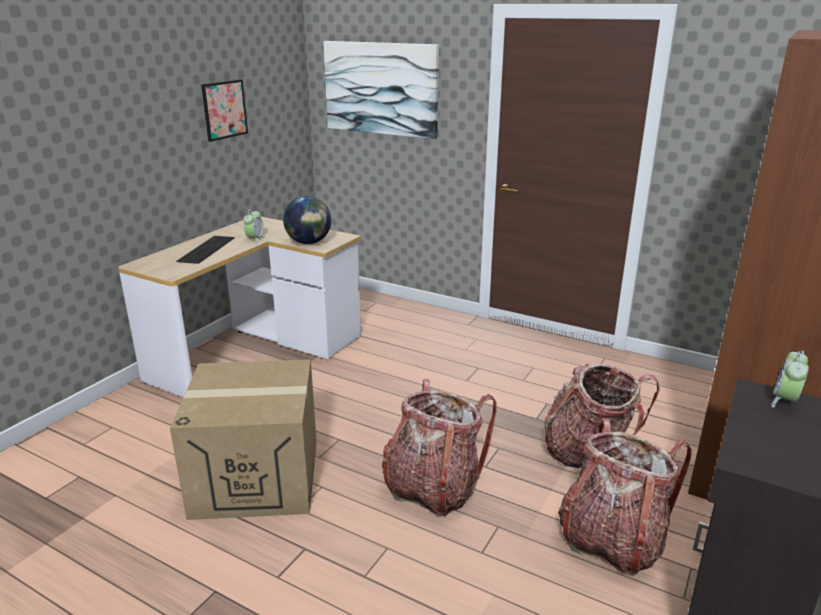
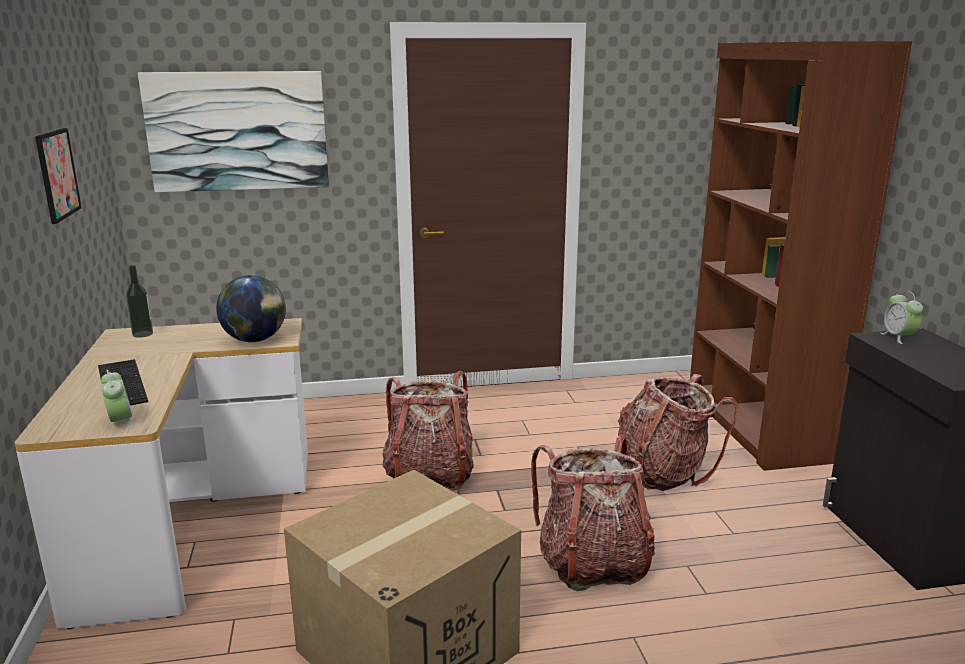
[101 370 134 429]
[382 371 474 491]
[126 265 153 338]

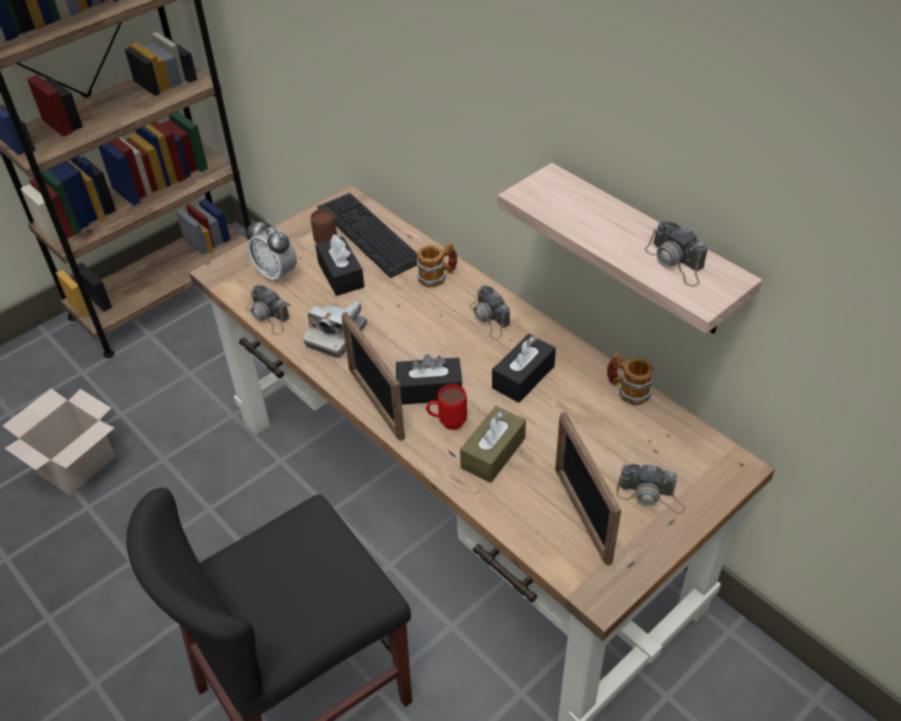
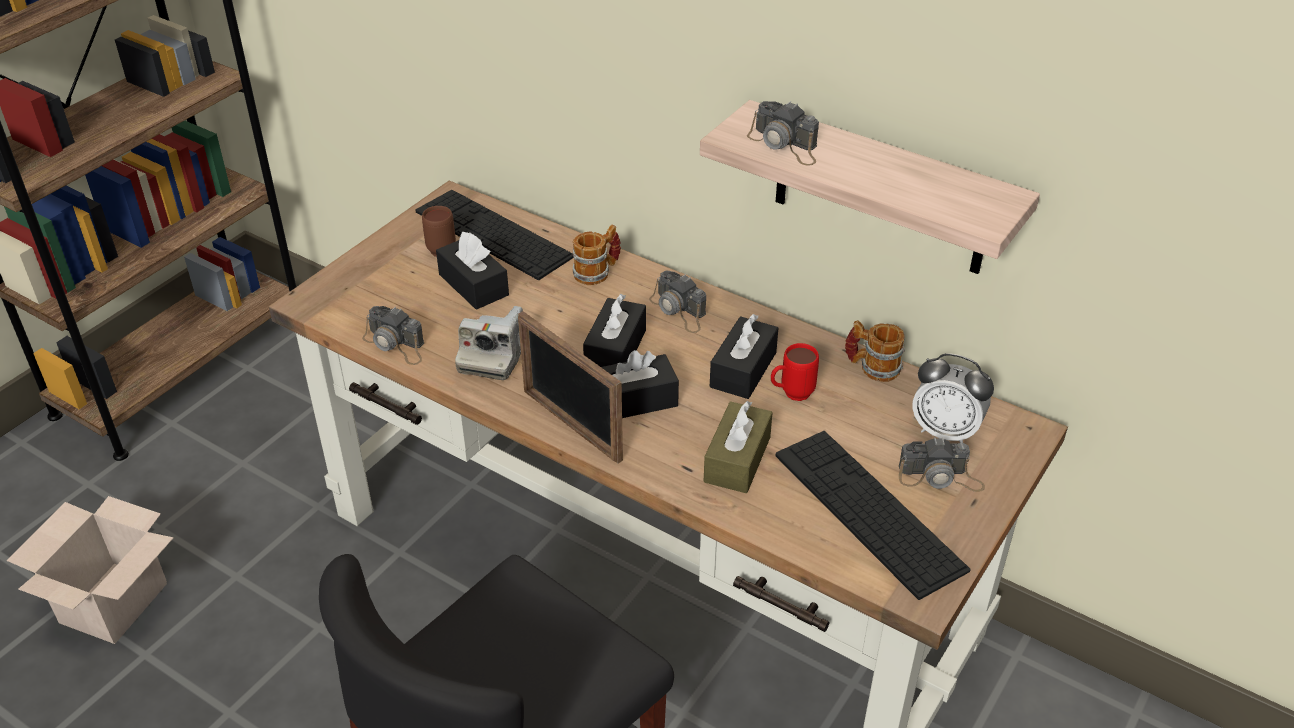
[912 353 994 443]
[771 343 819 401]
[776 431 971 600]
[747 101 819 166]
[583 294 646 367]

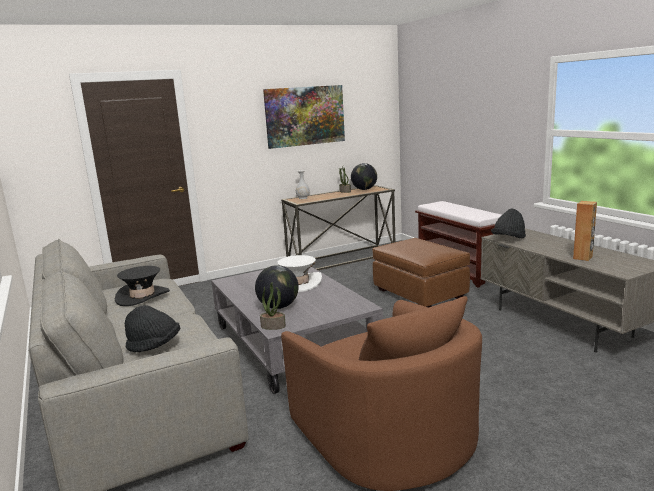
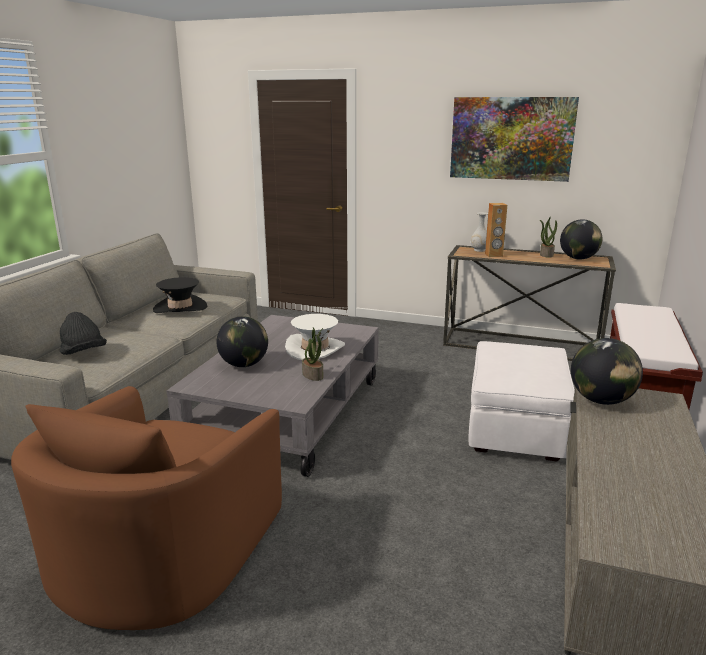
[302 327 323 381]
[468 341 575 462]
[571 338 643 405]
[485 203 507 257]

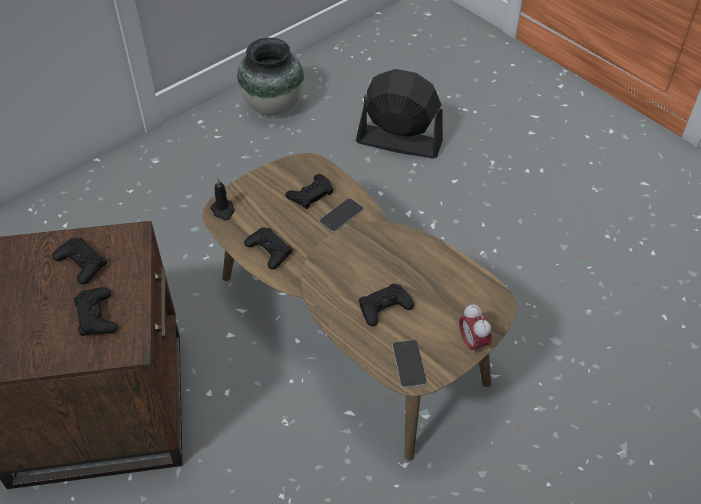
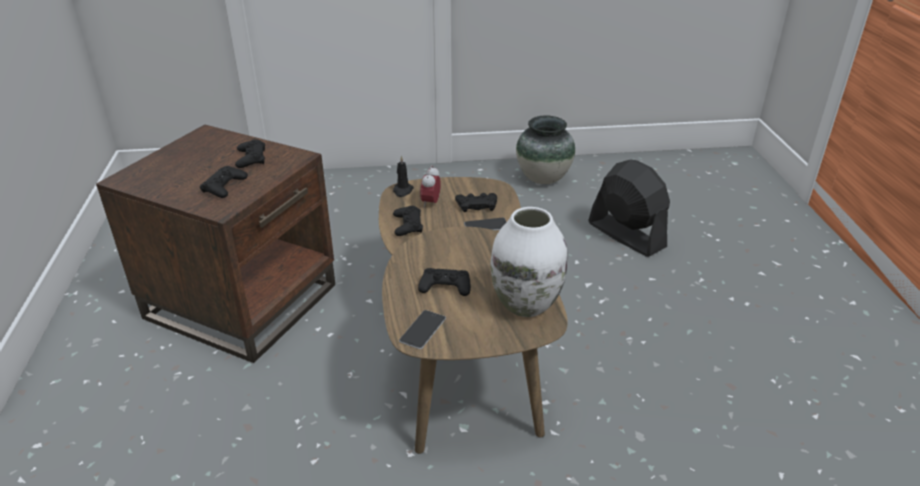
[420 165 441 208]
[491 207 567 317]

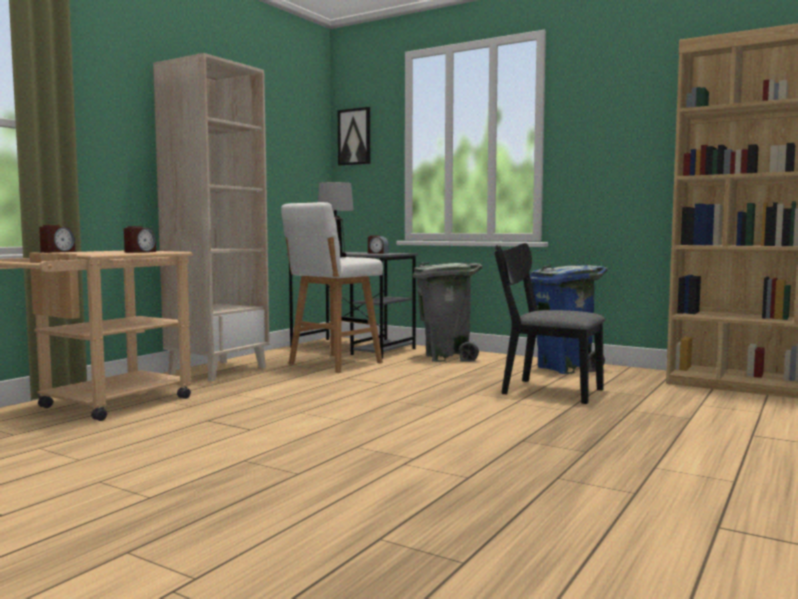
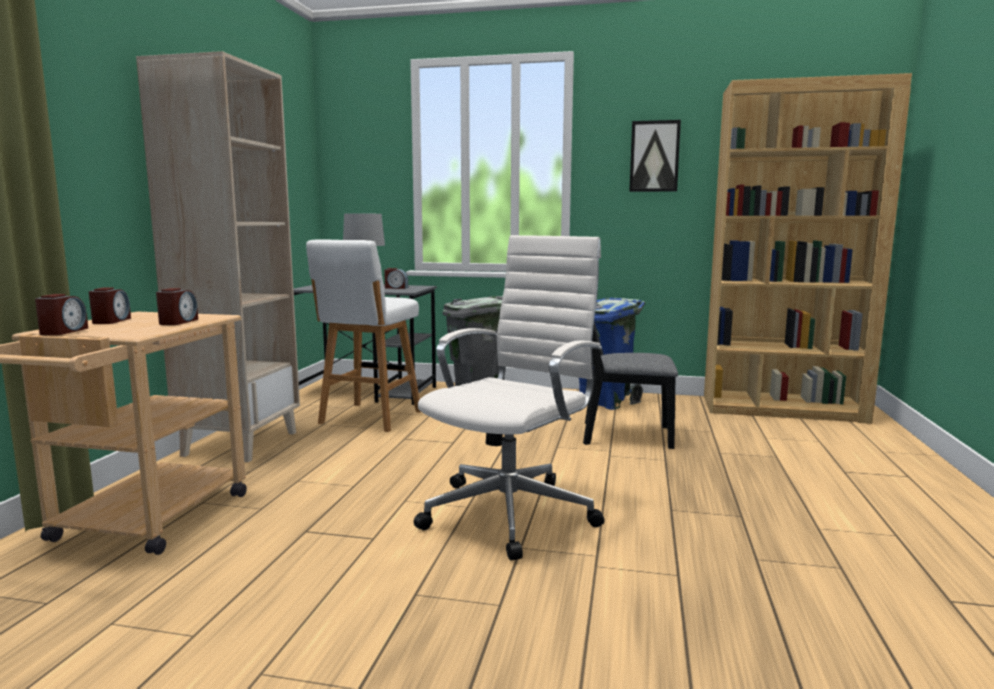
[629 120 681 192]
[89 288 131 324]
[414 235 605 560]

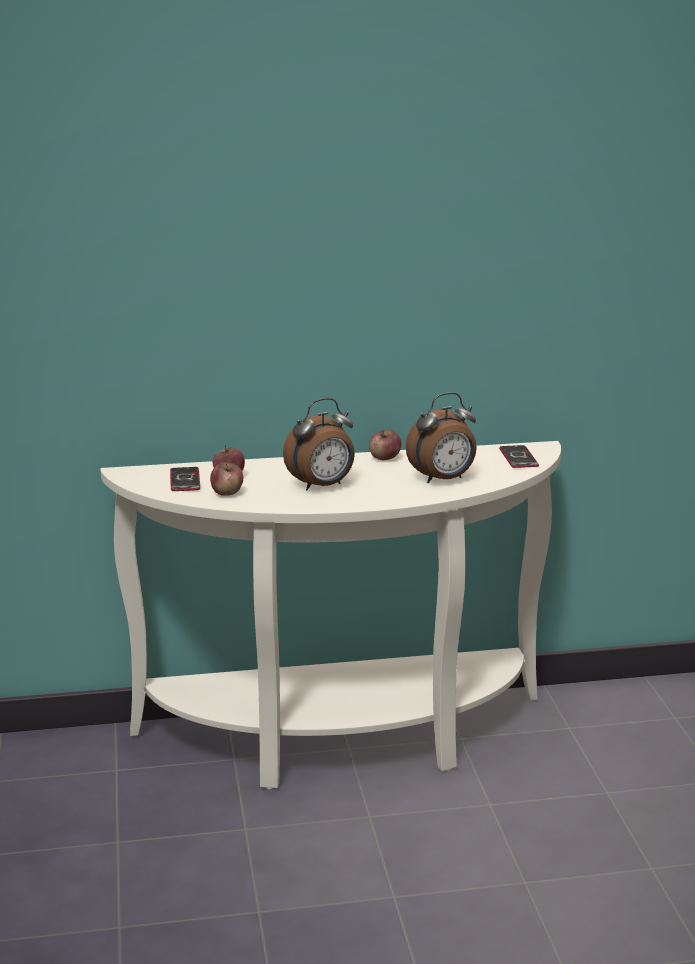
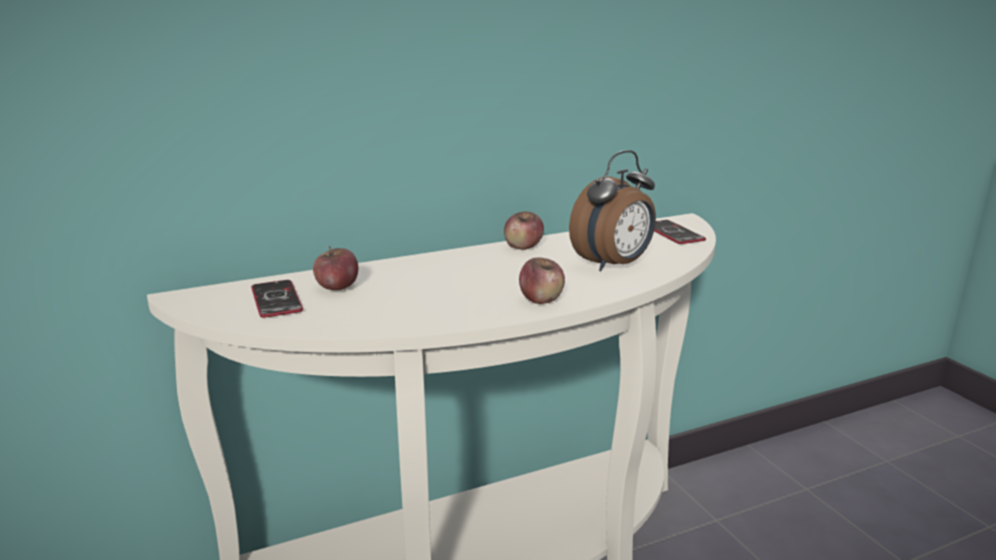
[519 258 565 304]
[283 398 355 490] (first image)

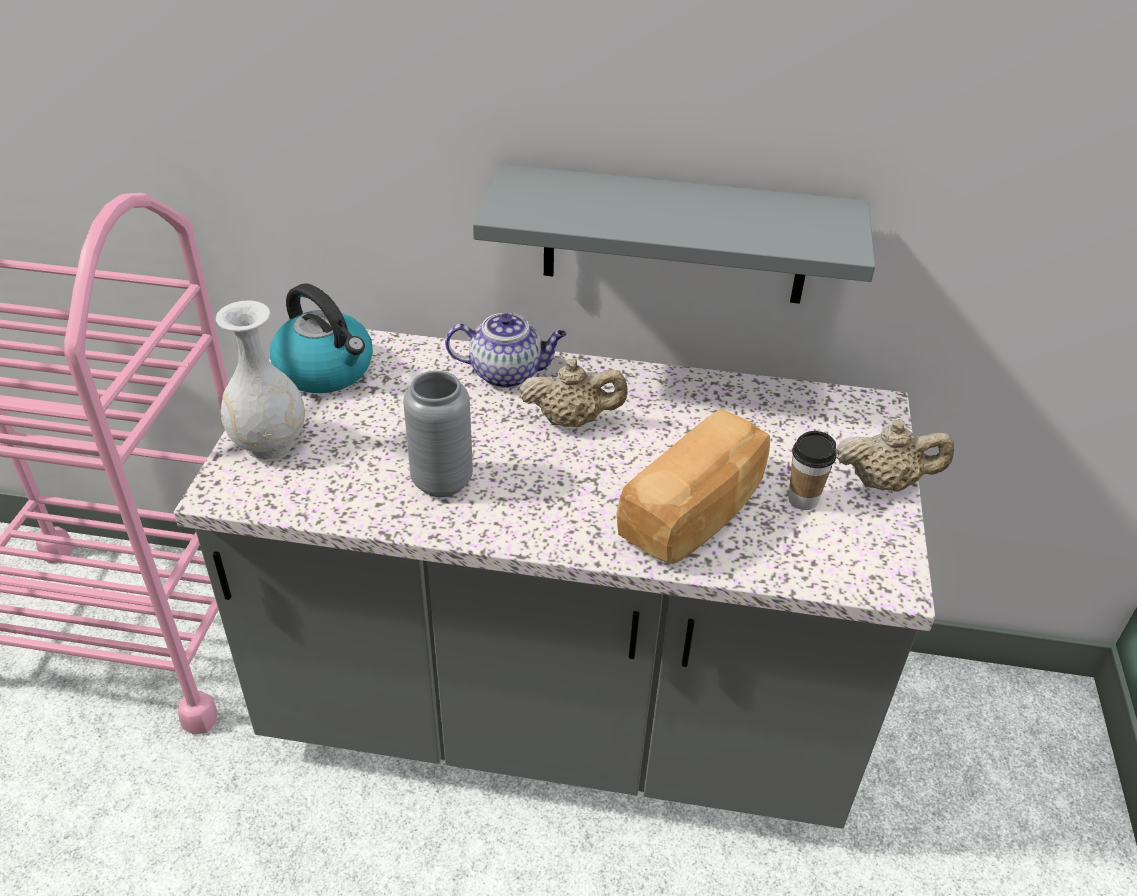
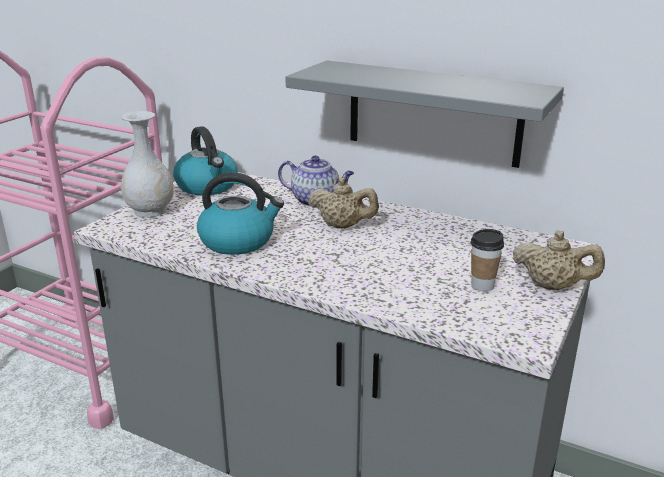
[197 173 284 255]
[616 409 770 564] (first image)

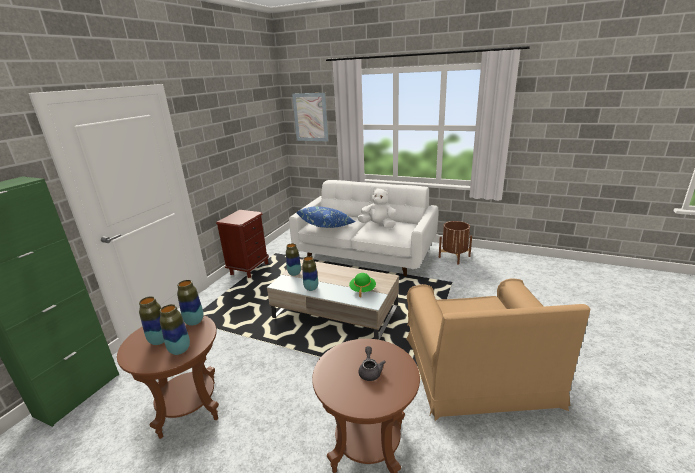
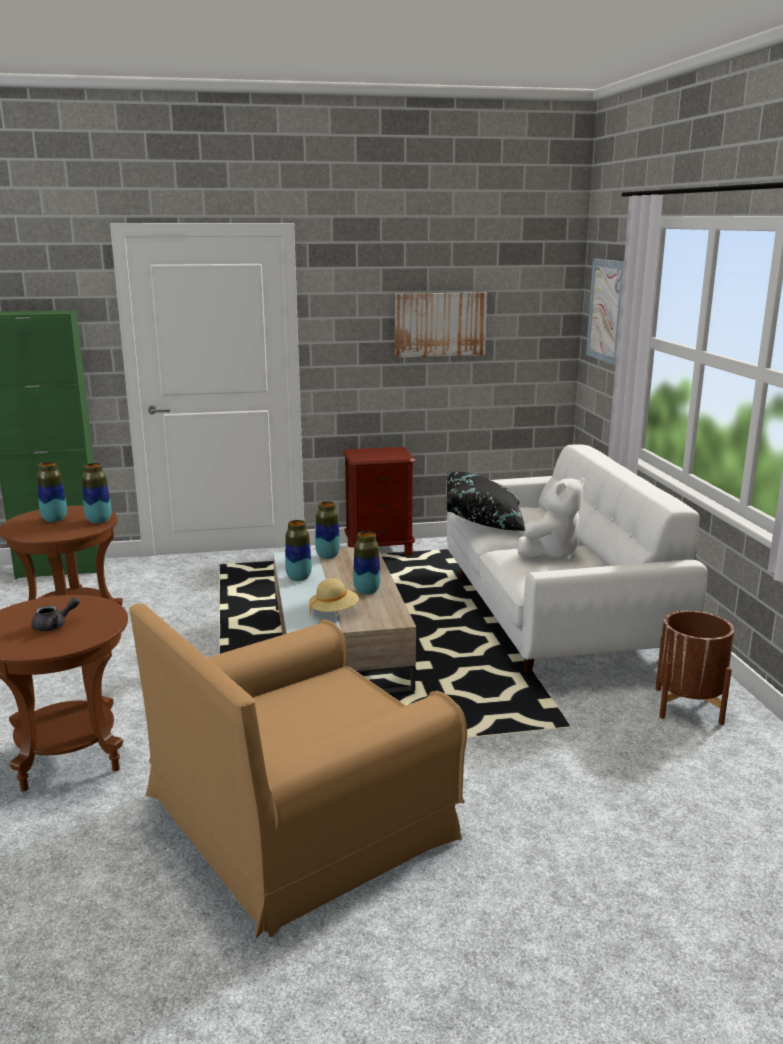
[353 531 381 595]
[447 472 525 531]
[309 578 359 615]
[517 477 585 560]
[395 292 487 357]

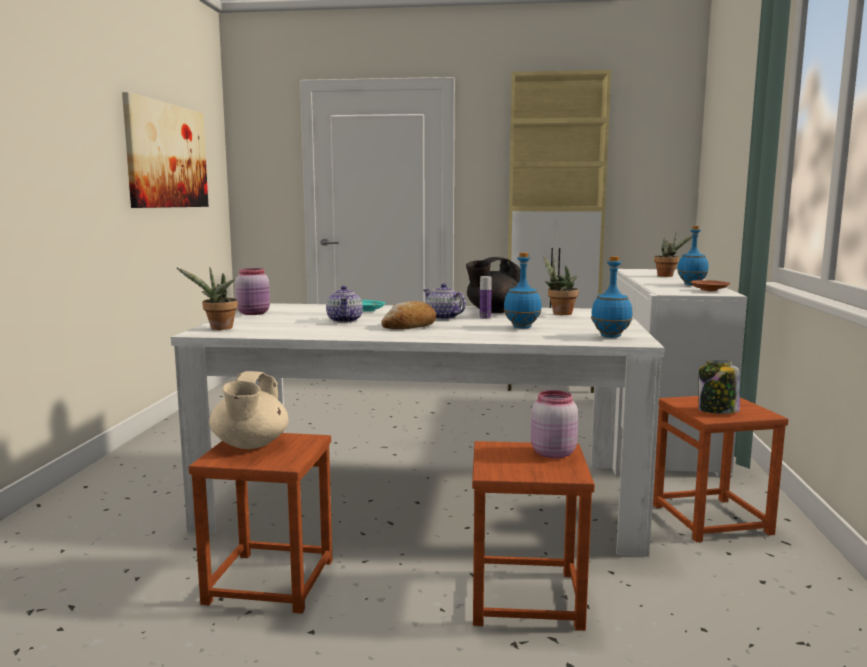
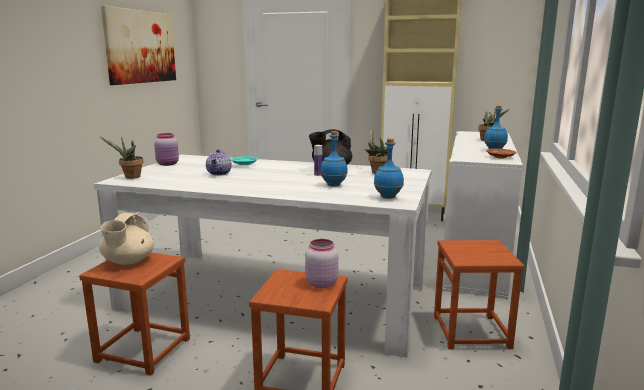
[381 301 436 329] (first image)
[423 283 466 320] (first image)
[699 360 740 414] (first image)

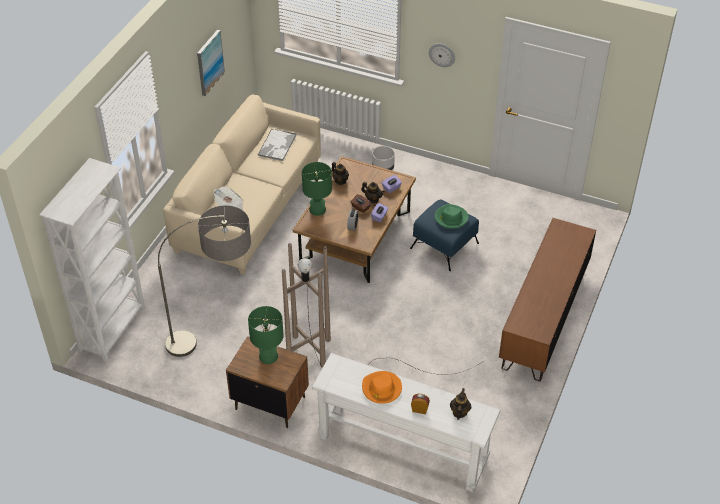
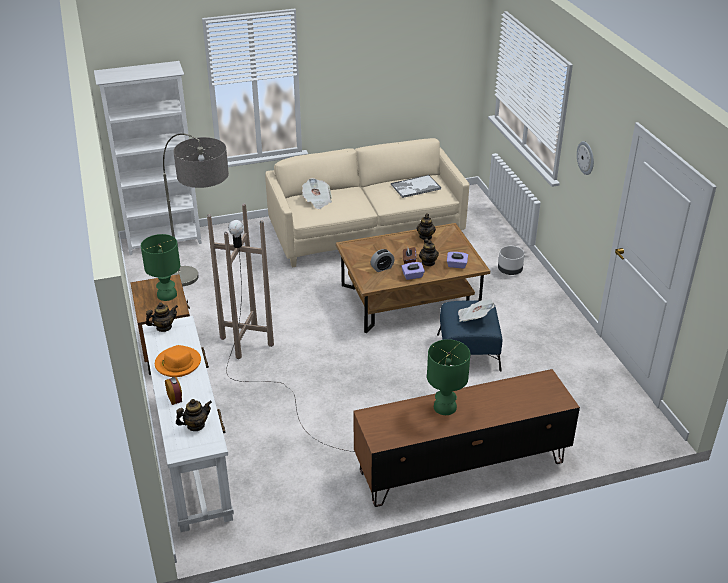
[197 30 225 96] (first image)
[427 339 470 415]
[458 299 495 322]
[146 302 178 332]

